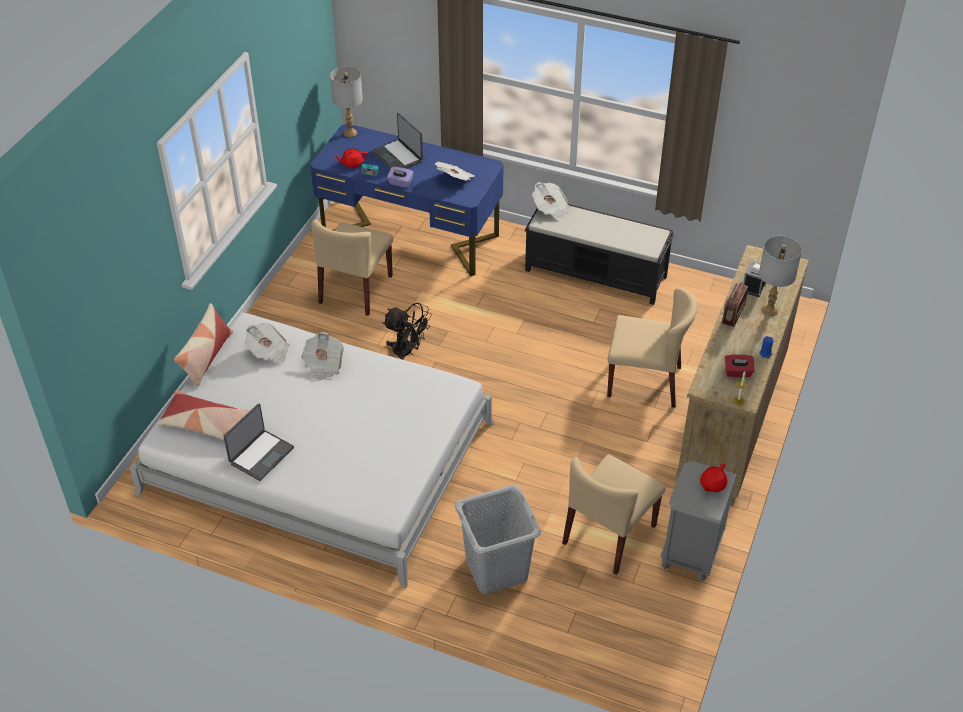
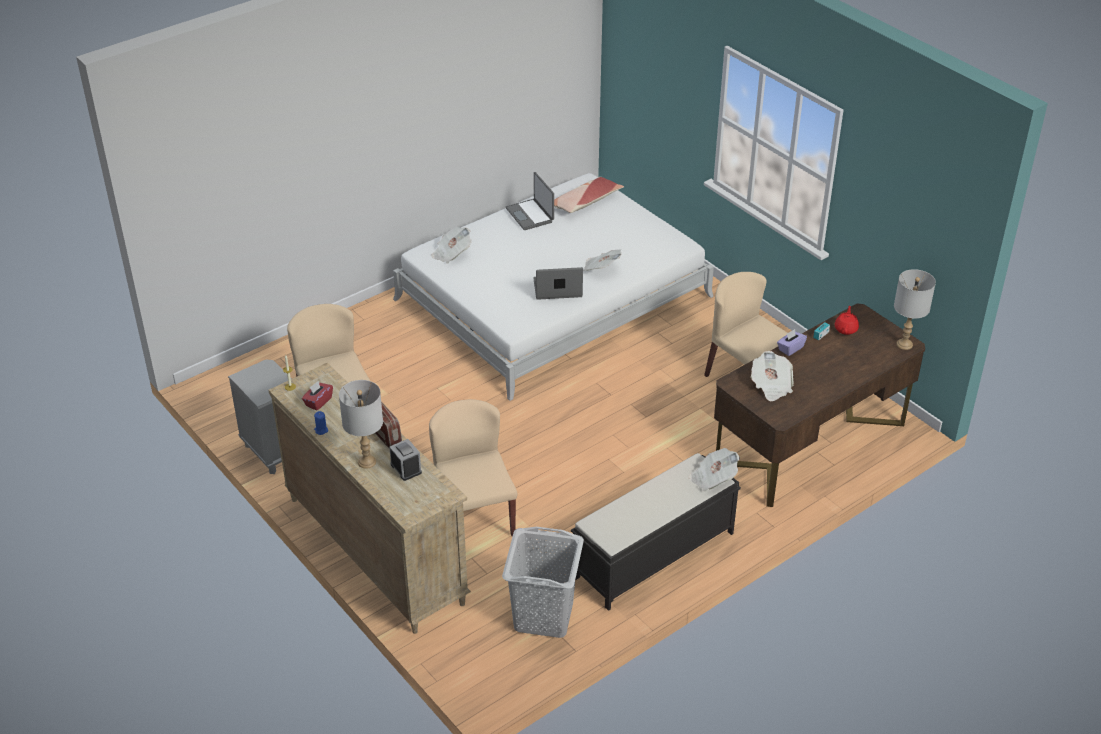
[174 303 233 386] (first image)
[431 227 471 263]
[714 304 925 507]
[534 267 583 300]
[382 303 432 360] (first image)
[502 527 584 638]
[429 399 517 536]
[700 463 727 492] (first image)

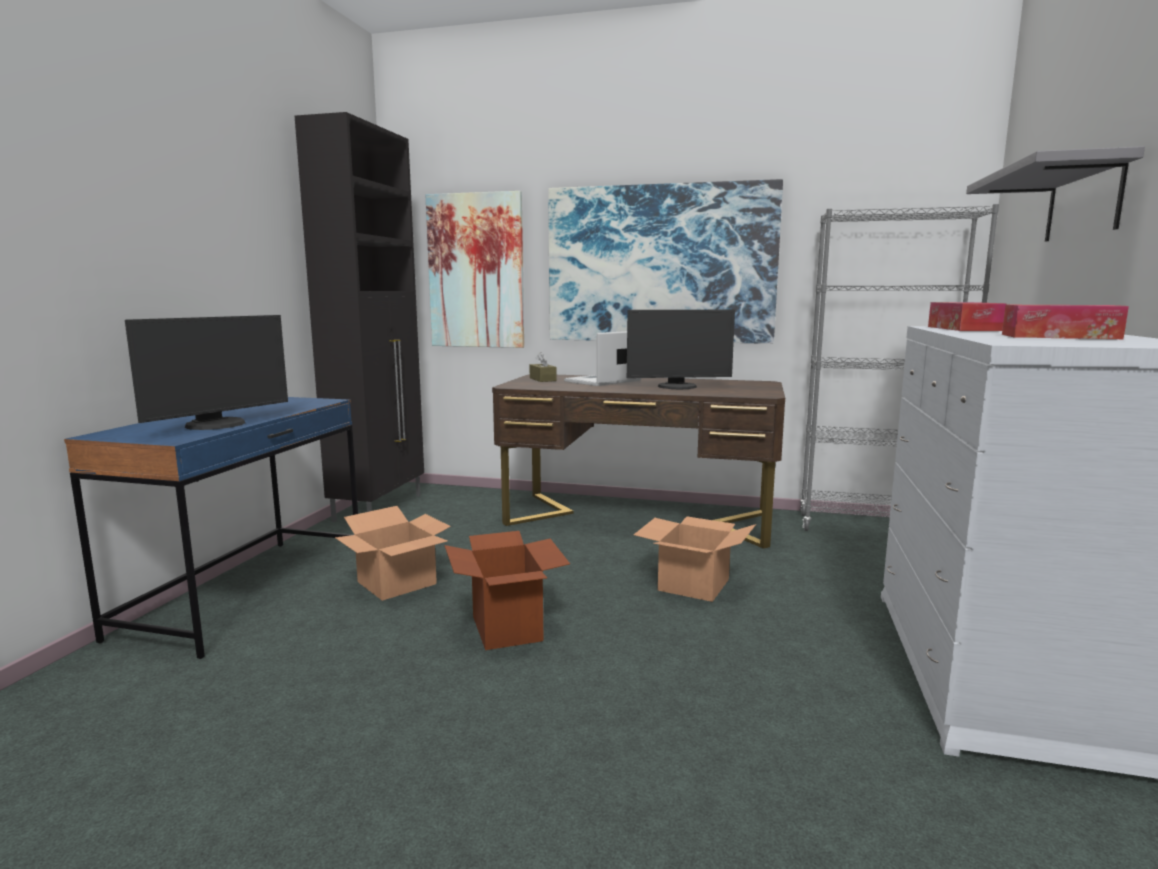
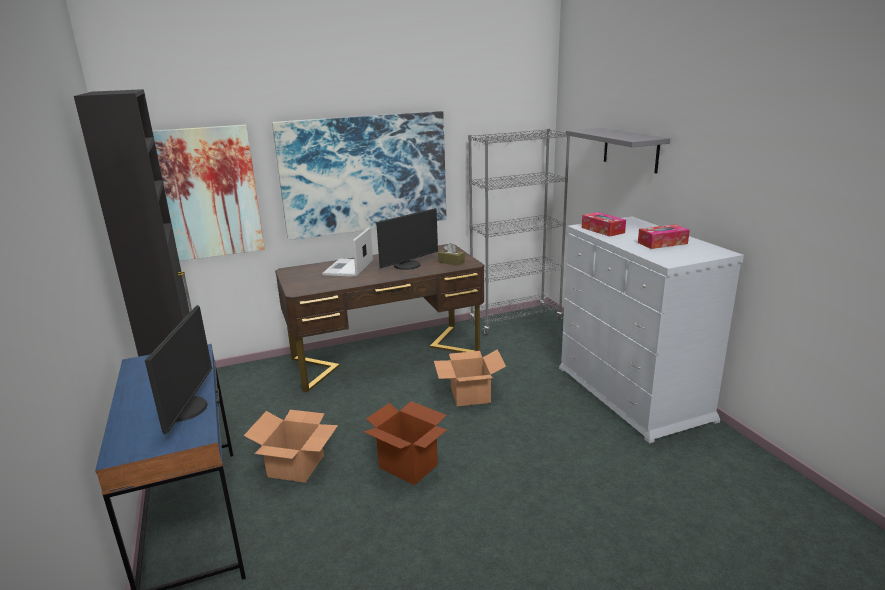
[438 243 465 266]

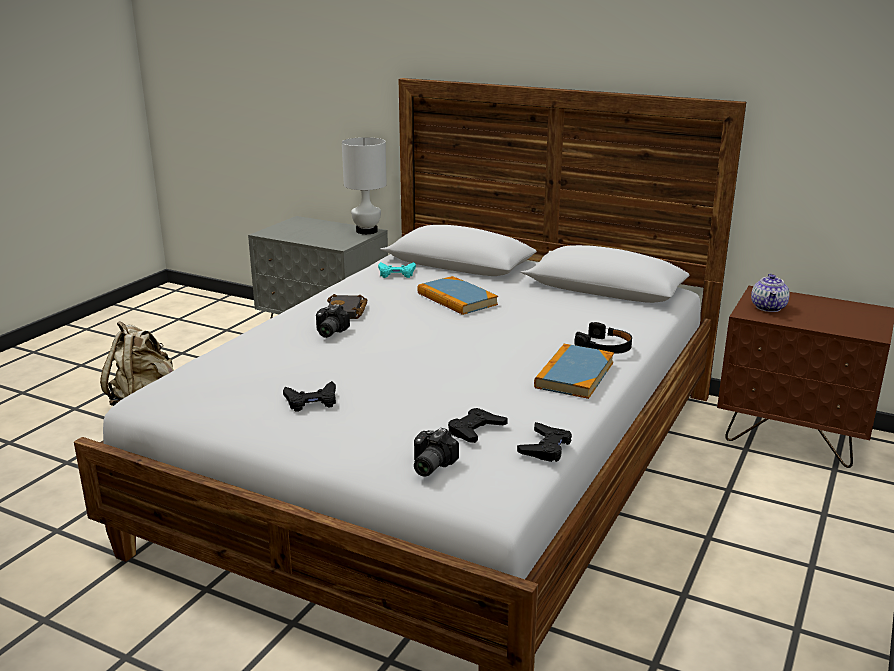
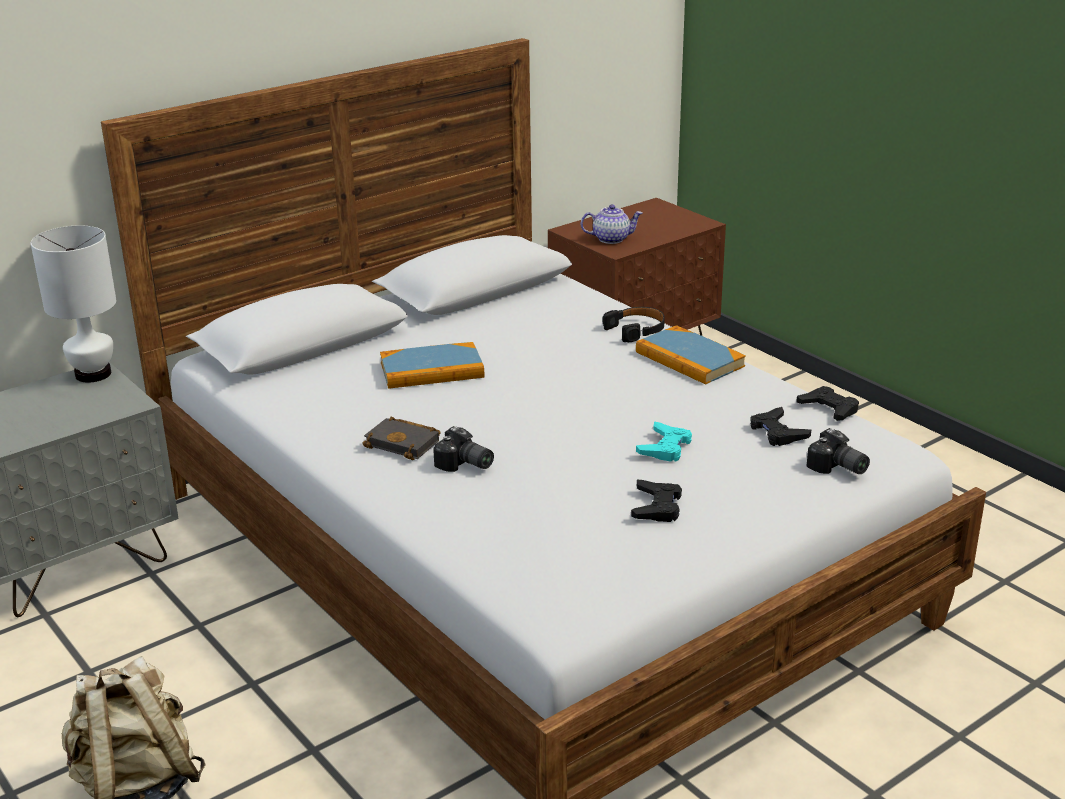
[636 421 692 462]
[581 204 643 244]

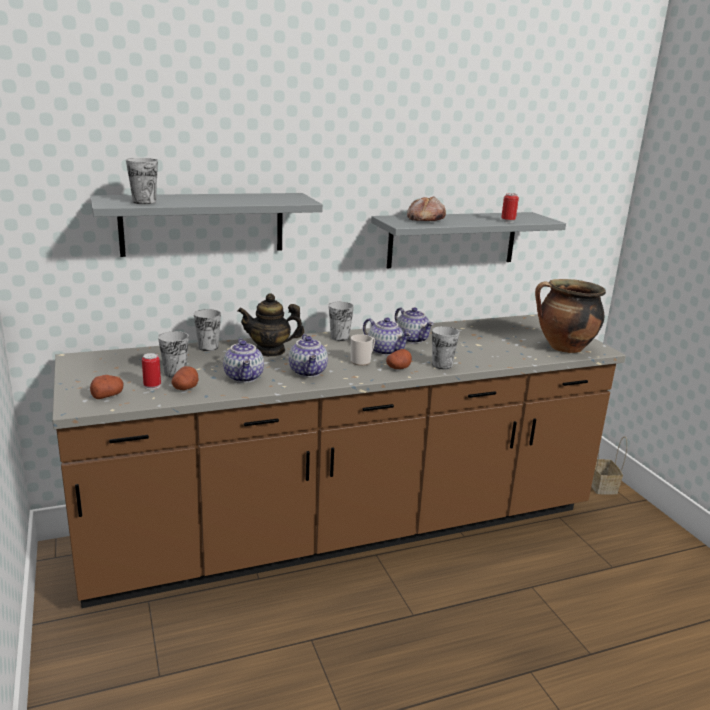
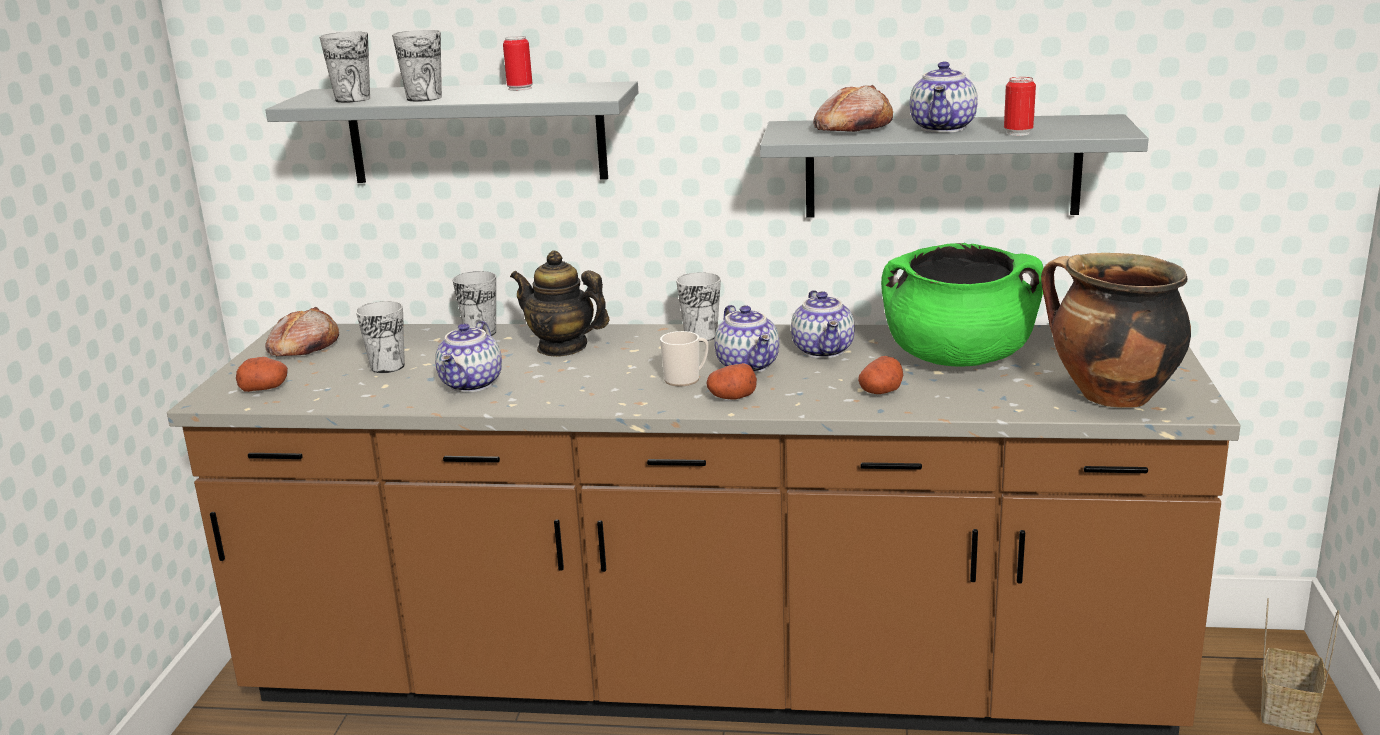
[503 36 532 91]
[858 356 903 394]
[910 62 978 133]
[392 30 442 102]
[265 307 339 356]
[881 243 1044 367]

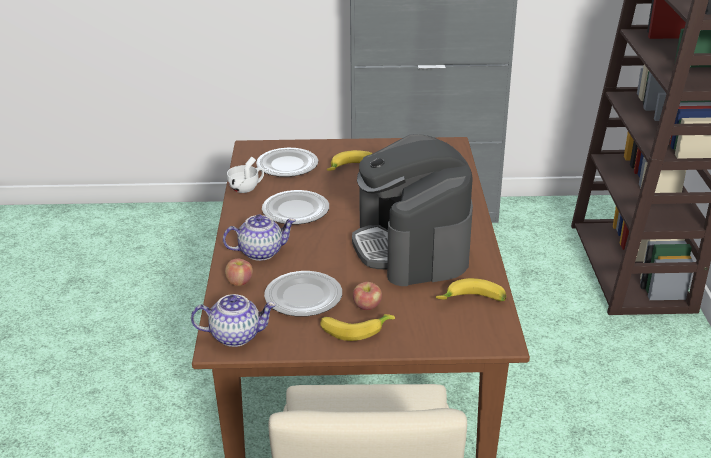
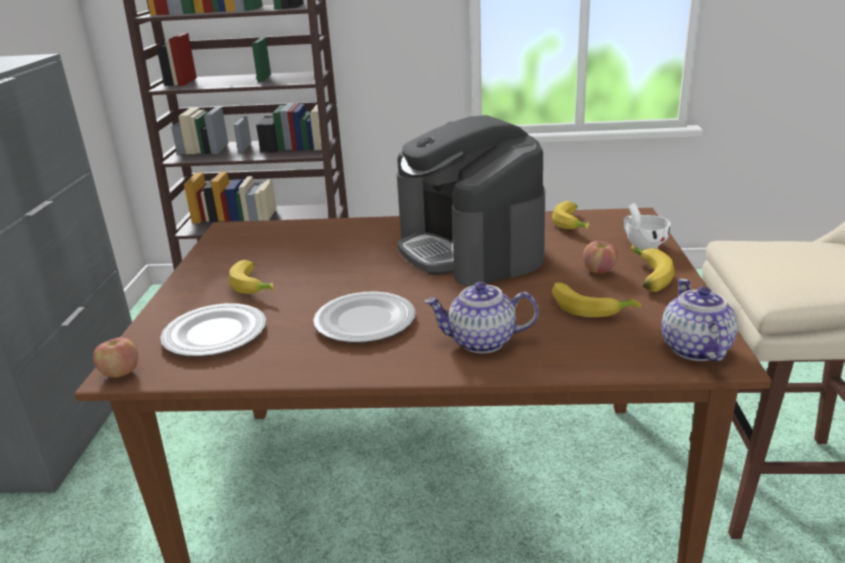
[424 282 539 353]
[93 337 138 378]
[623 203 671 250]
[552 283 641 317]
[397 115 545 286]

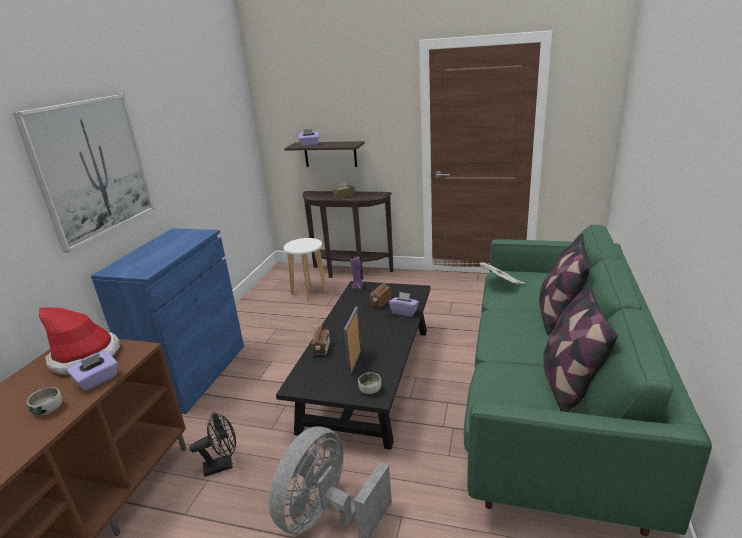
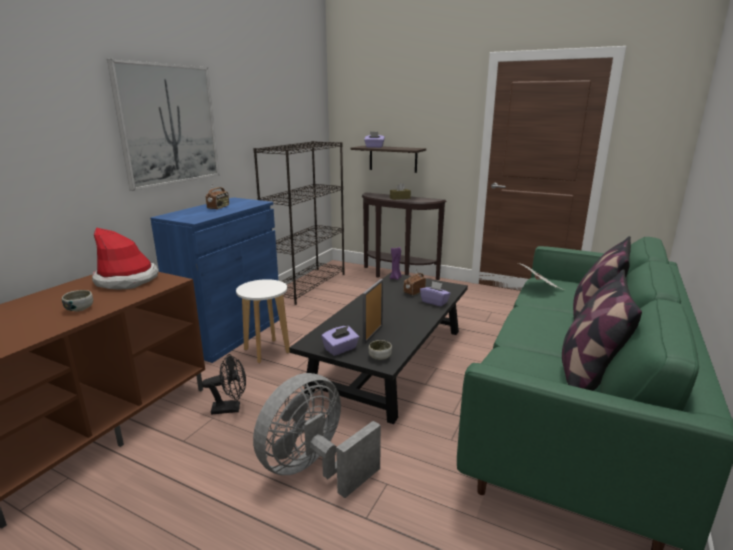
[321 326 359 356]
[236 279 290 363]
[206 179 229 210]
[253 141 345 305]

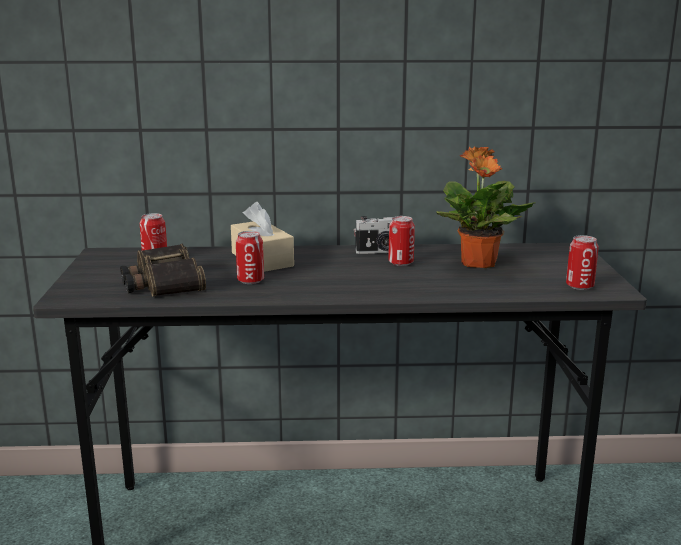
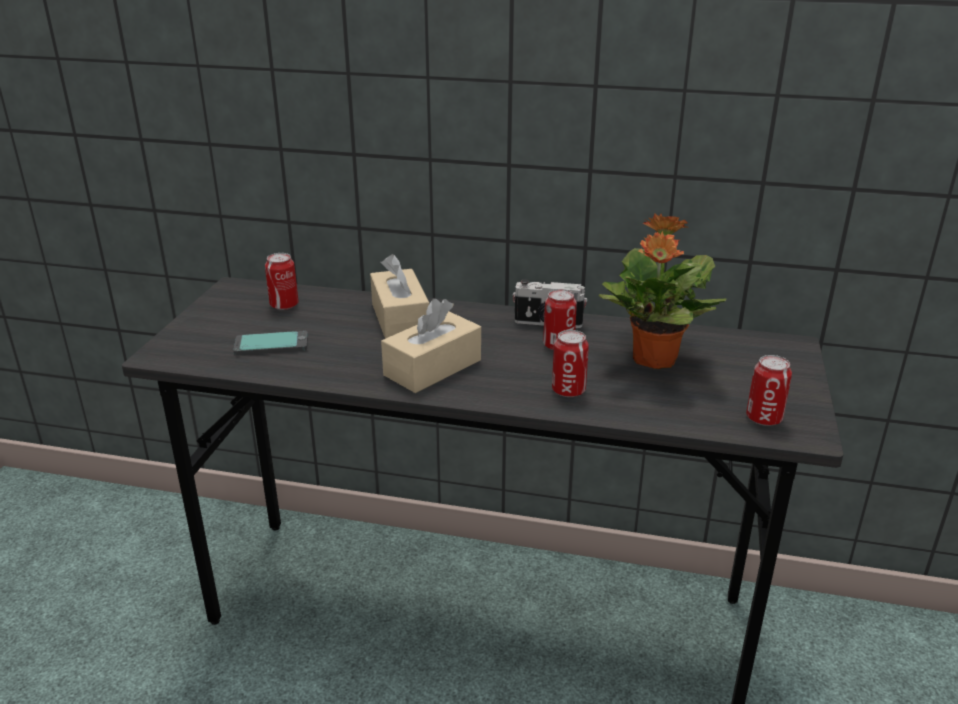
[233 331 308 355]
[552 330 589 397]
[381 299 481 393]

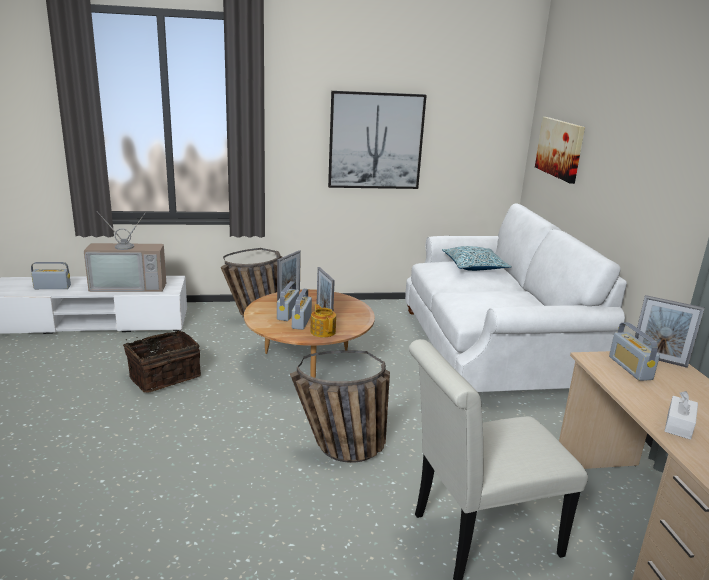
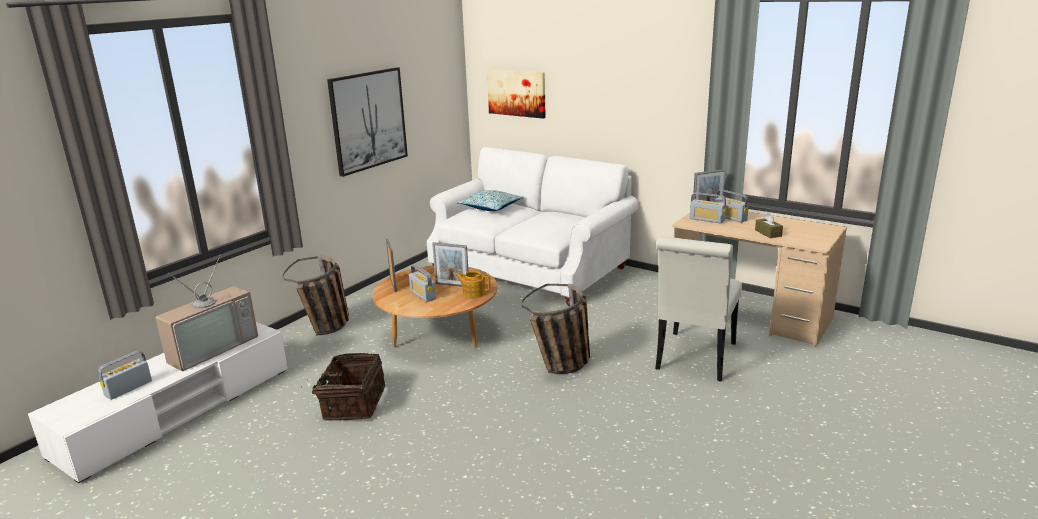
[715 190 749 223]
[755 212 783 238]

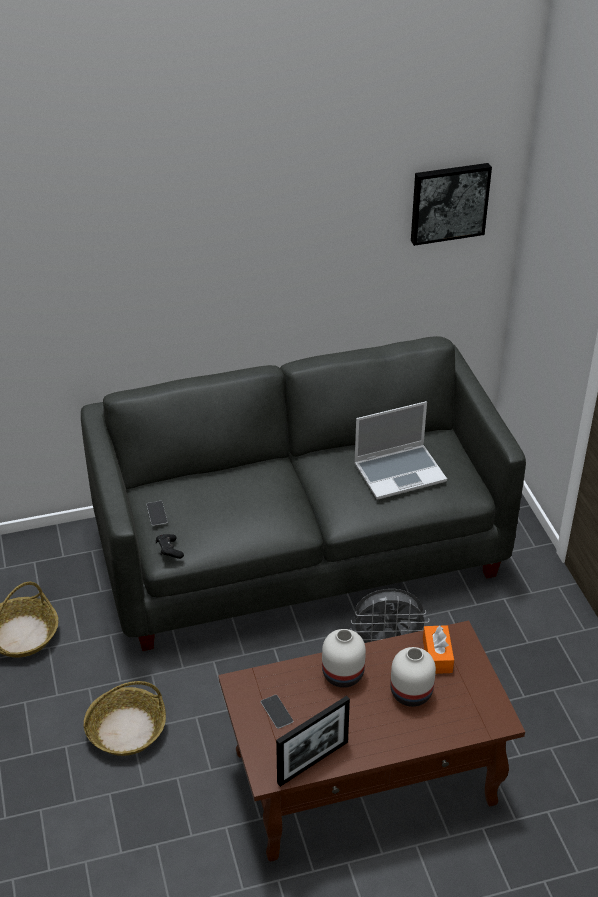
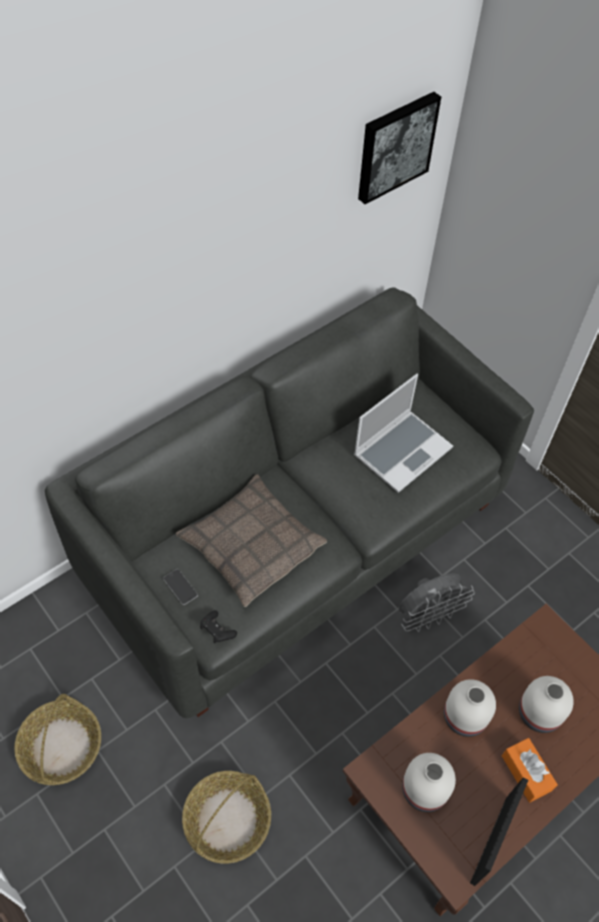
[402 753 456 812]
[502 738 558 803]
[176 474 327 607]

